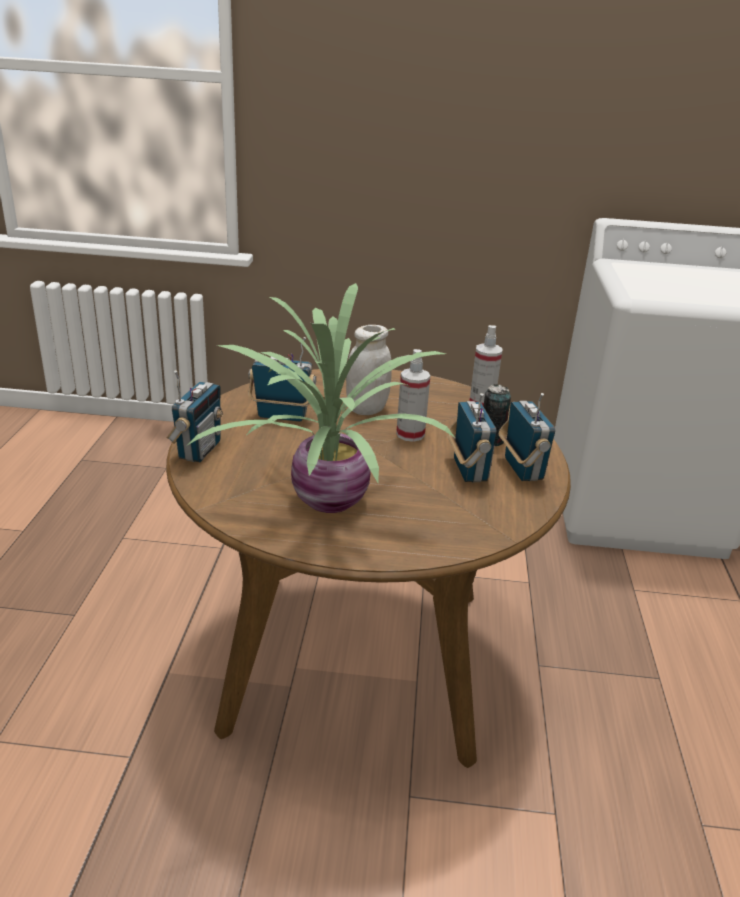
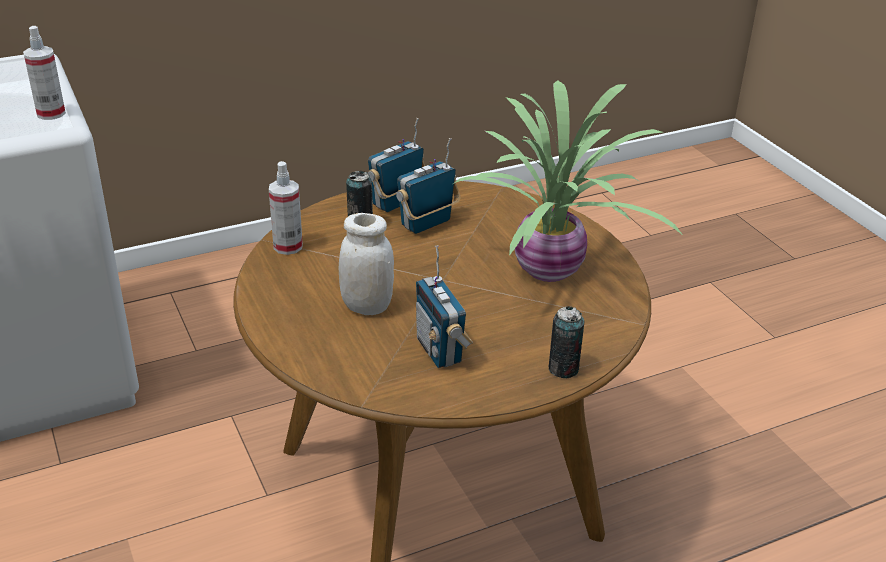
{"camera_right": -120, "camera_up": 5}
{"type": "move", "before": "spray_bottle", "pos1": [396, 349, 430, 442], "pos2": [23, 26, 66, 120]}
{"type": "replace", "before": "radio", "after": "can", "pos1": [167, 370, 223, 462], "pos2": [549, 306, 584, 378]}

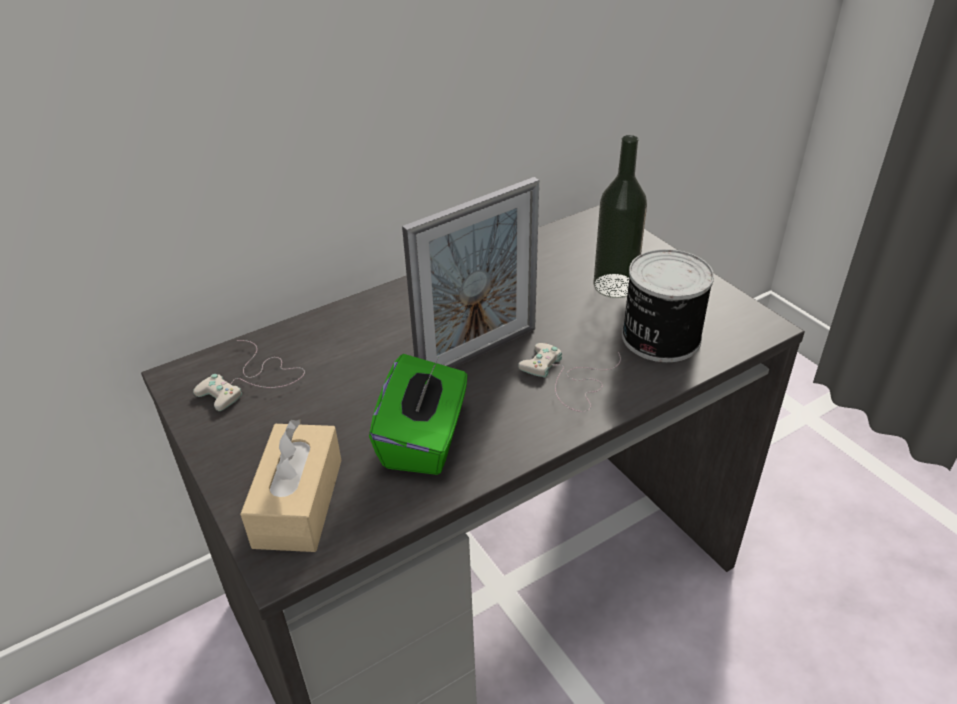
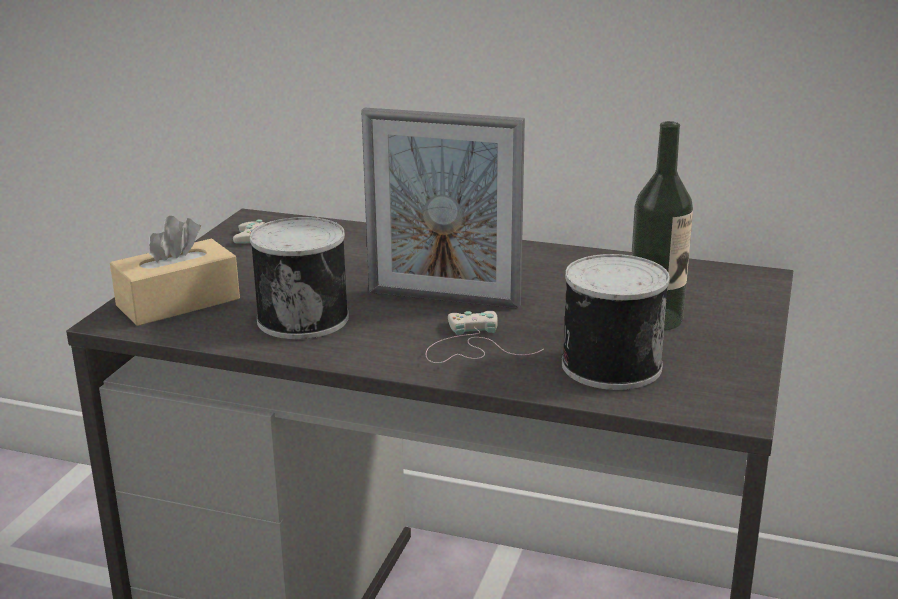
{"camera_right": 50, "camera_up": -15}
{"type": "replace", "before": "green_tissue_box", "after": "can", "pos1": [369, 354, 467, 475], "pos2": [250, 217, 349, 339]}

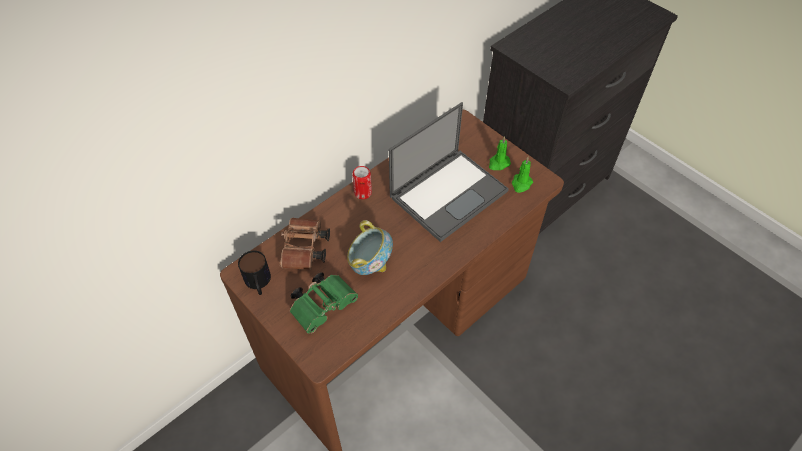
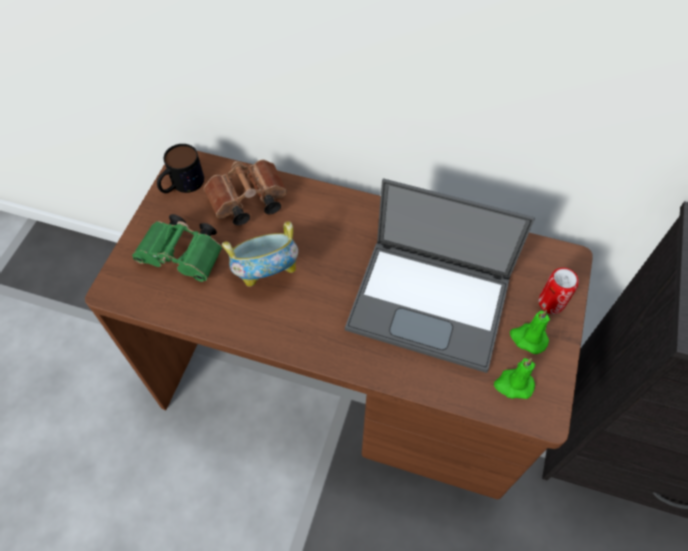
{"camera_right": 60, "camera_up": 5}
{"type": "move", "before": "can", "pos1": [352, 166, 372, 199], "pos2": [539, 268, 579, 314]}

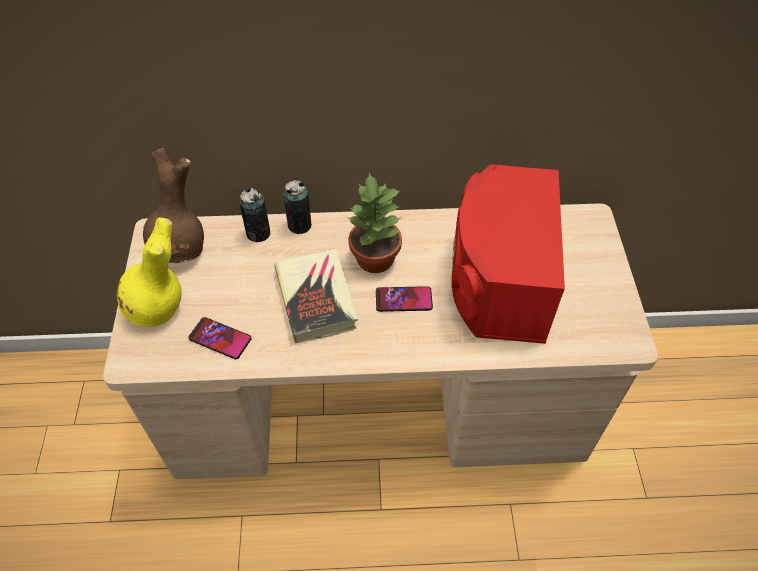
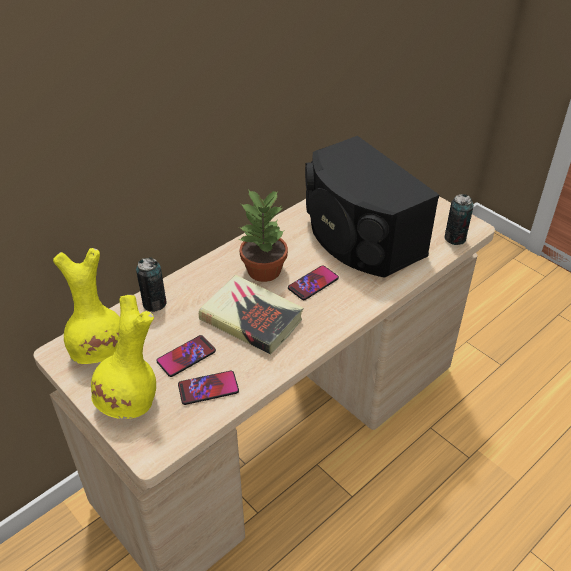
{"camera_right": -40, "camera_up": -10}
{"type": "recolor", "before": "brown_vase", "after": "yellow_vase", "pos1": [143, 148, 204, 263], "pos2": [53, 248, 120, 364]}
{"type": "recolor", "before": "red_speaker", "after": "black_speaker", "pos1": [451, 164, 565, 344], "pos2": [305, 136, 439, 278]}
{"type": "move", "before": "can", "pos1": [283, 180, 311, 234], "pos2": [444, 194, 474, 245]}
{"type": "insert", "after": "phone", "pos2": [156, 335, 216, 377]}

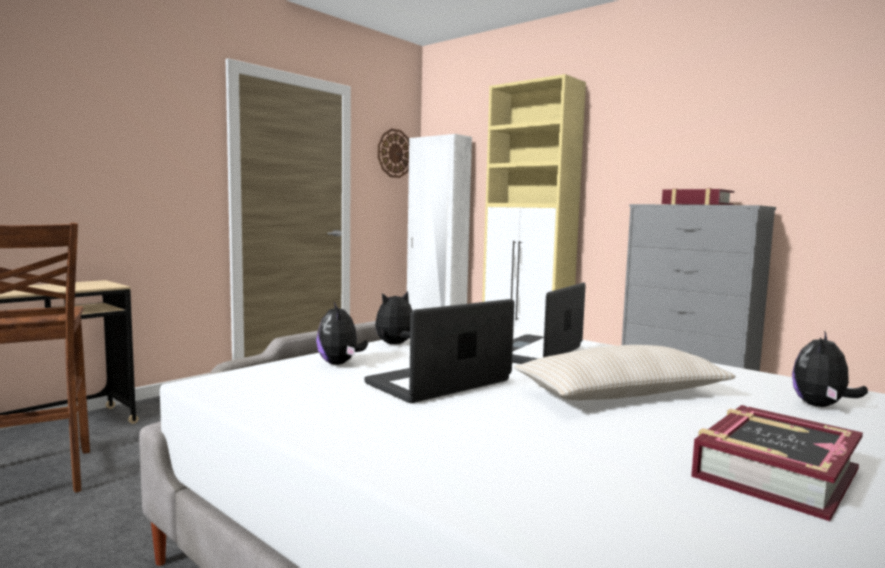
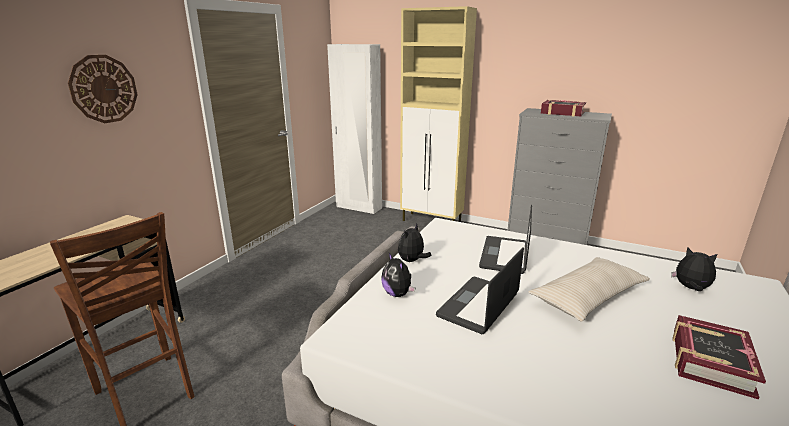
{"camera_right": -15, "camera_up": 15}
{"type": "move", "before": "wall_clock", "pos1": [378, 129, 409, 178], "pos2": [68, 55, 138, 123]}
{"type": "rotate", "before": "plush_toy", "pos1": [792, 331, 868, 407], "pos2": [671, 248, 717, 291], "turn": 105}

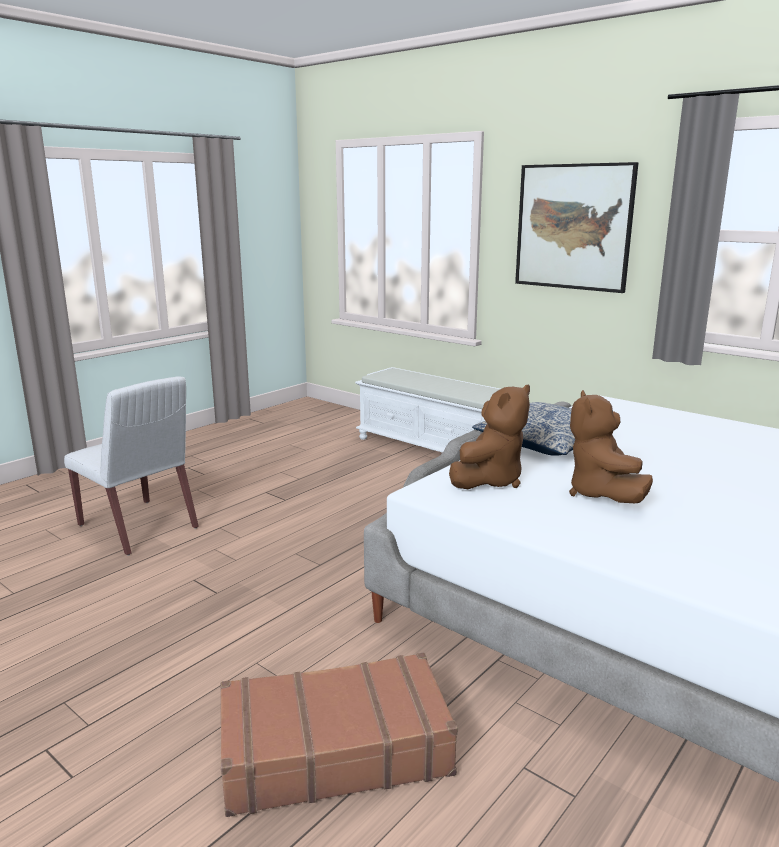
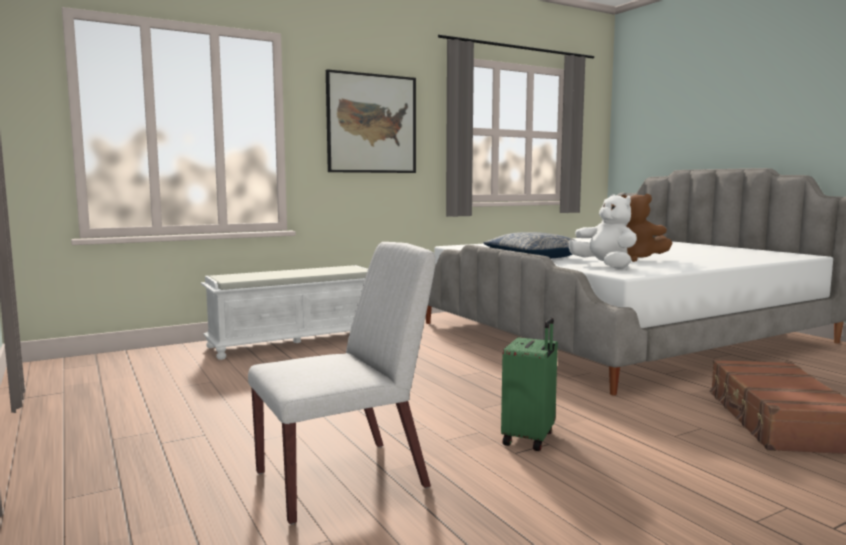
{"camera_right": -70, "camera_up": -10}
{"type": "recolor", "before": "brown_plush_toy", "after": "white_plush_toy", "pos1": [449, 385, 530, 489], "pos2": [569, 194, 637, 269]}
{"type": "insert", "after": "green_suitcase", "pos2": [501, 318, 558, 451]}

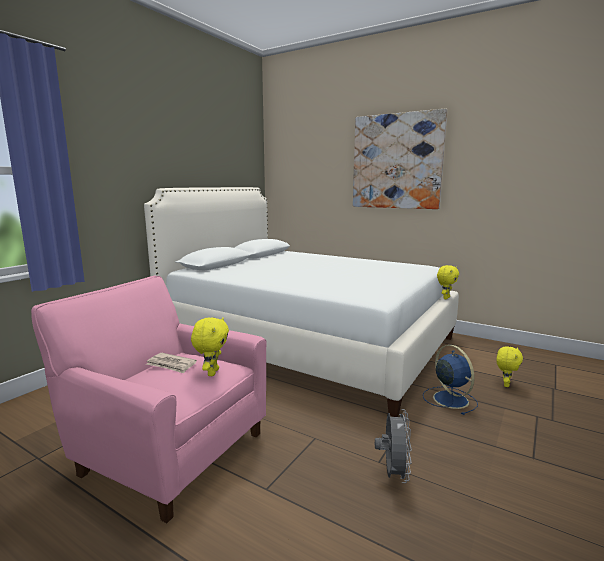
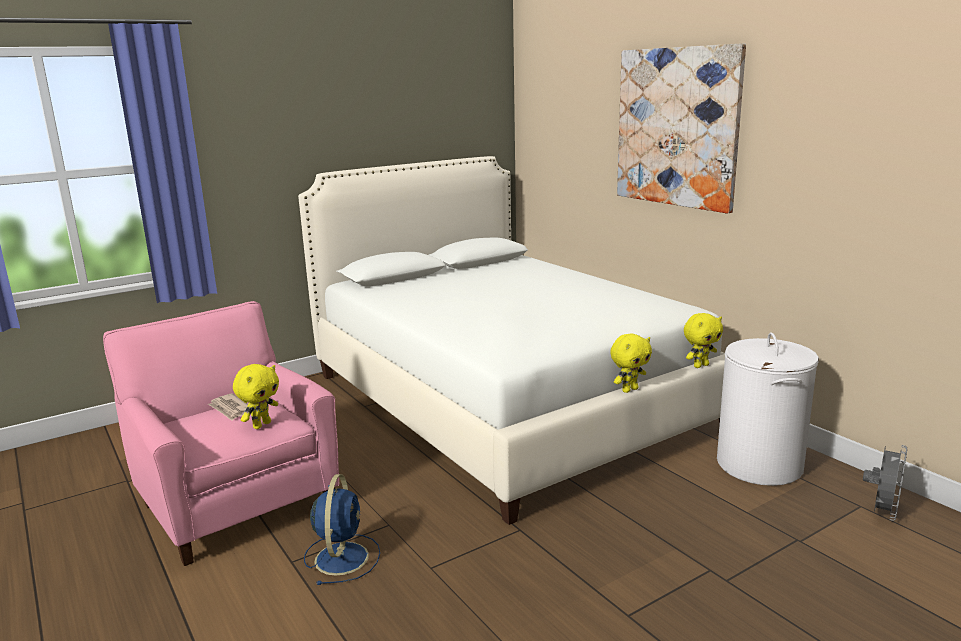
{"camera_right": 25, "camera_up": 5}
{"type": "move", "before": "blue_fan", "pos1": [423, 345, 478, 415], "pos2": [304, 474, 380, 585]}
{"type": "move", "before": "yellow_plush_toy", "pos1": [496, 346, 523, 387], "pos2": [610, 333, 652, 393]}
{"type": "move", "before": "grey_fan", "pos1": [375, 409, 412, 483], "pos2": [863, 445, 907, 521]}
{"type": "insert", "after": "white_laundry_basket", "pos2": [717, 332, 819, 486]}

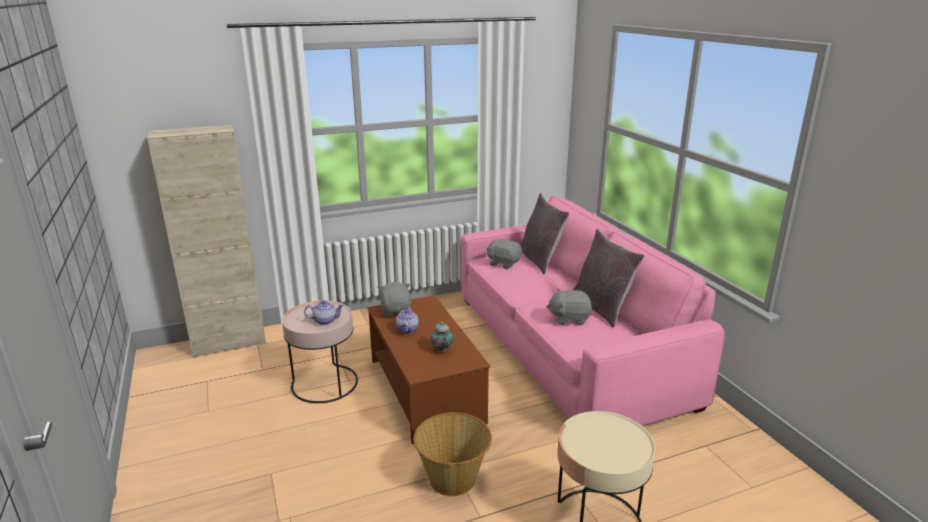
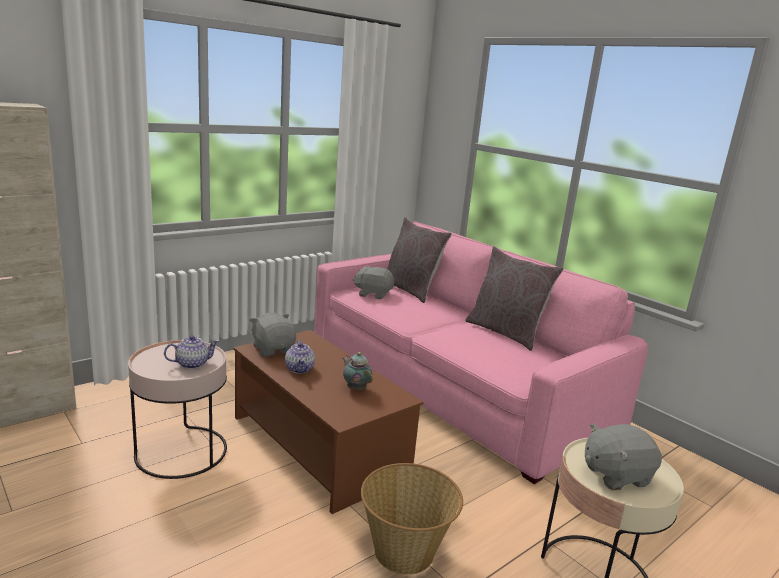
{"camera_right": -20, "camera_up": -5}
{"type": "move", "before": "grey_plush_toy", "pos1": [546, 289, 592, 325], "pos2": [585, 424, 662, 490]}

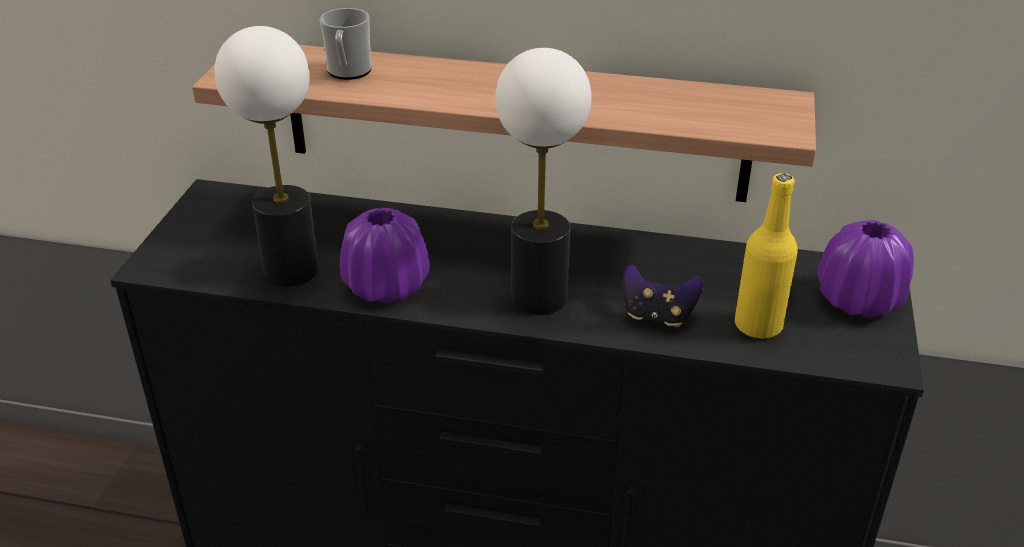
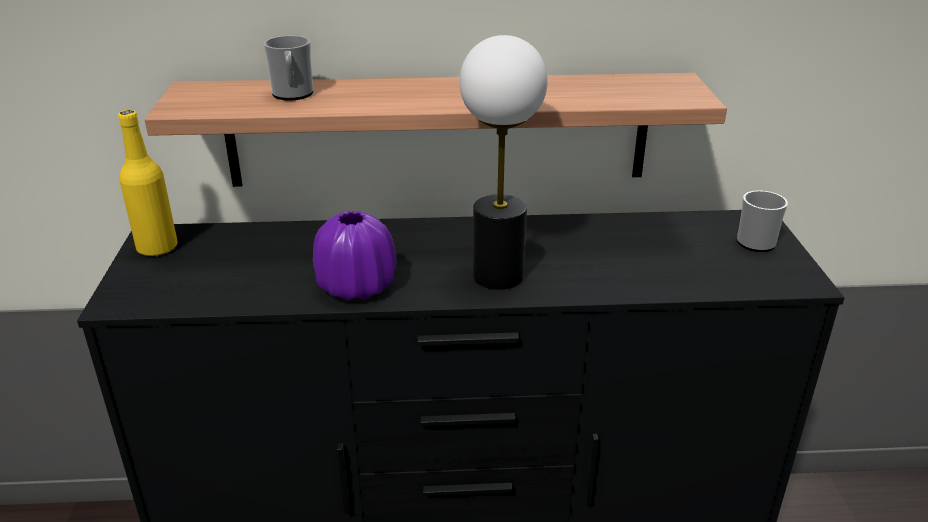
{"camera_right": -15, "camera_up": -5}
{"type": "delete", "before": "table_lamp", "pos1": [214, 26, 319, 286]}
{"type": "move", "before": "yellow_bottle", "pos1": [735, 173, 798, 339], "pos2": [118, 110, 178, 256]}
{"type": "replace", "before": "purple_vase", "after": "mug", "pos1": [818, 220, 914, 318], "pos2": [737, 190, 788, 252]}
{"type": "delete", "before": "game_controller", "pos1": [623, 265, 703, 327]}

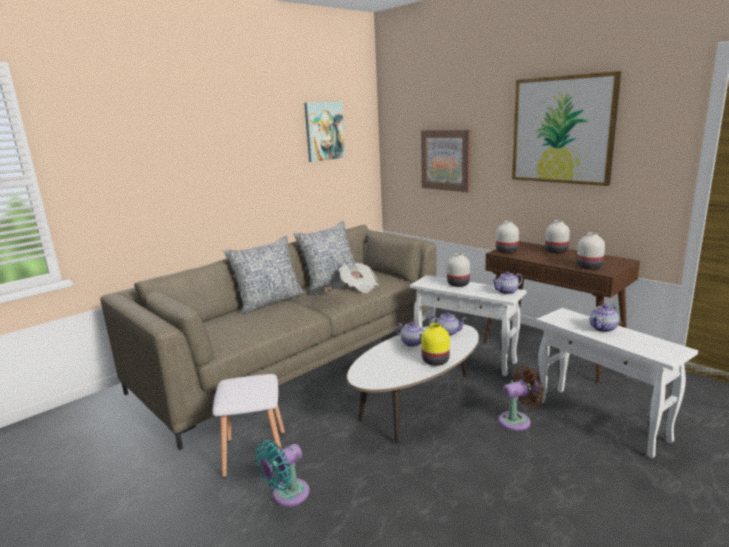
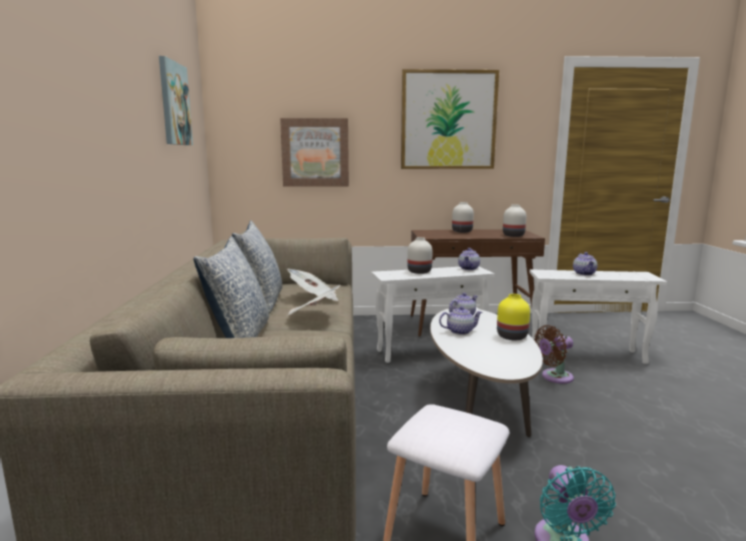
{"camera_right": -50, "camera_up": -5}
{"type": "delete", "before": "white_vase", "pos1": [496, 221, 519, 254]}
{"type": "rotate", "before": "brown_fan", "pos1": [499, 366, 544, 431], "pos2": [534, 325, 574, 384], "turn": -135}

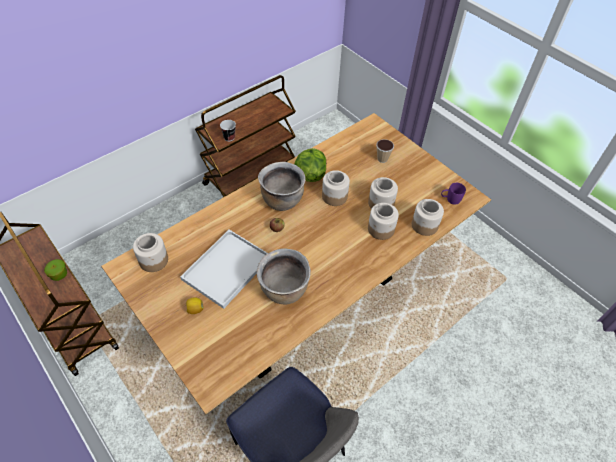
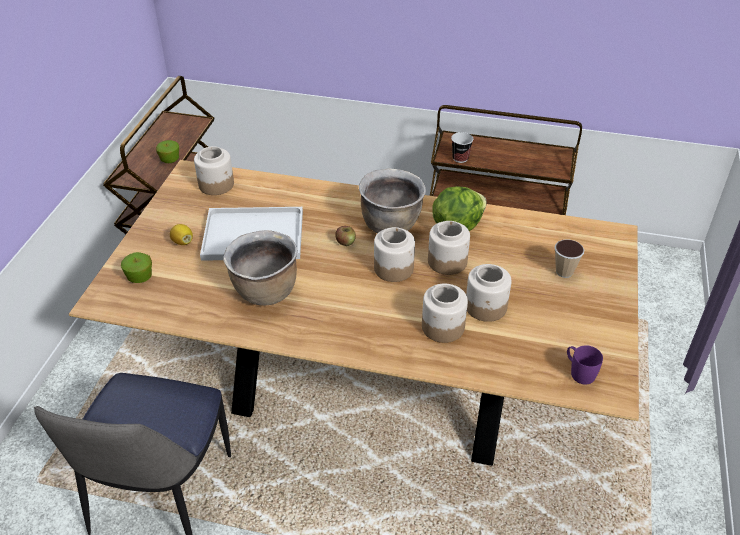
{"camera_right": 55, "camera_up": -10}
{"type": "move", "before": "jar", "pos1": [412, 199, 444, 236], "pos2": [374, 227, 415, 282]}
{"type": "insert", "after": "apple", "pos2": [121, 252, 152, 283]}

